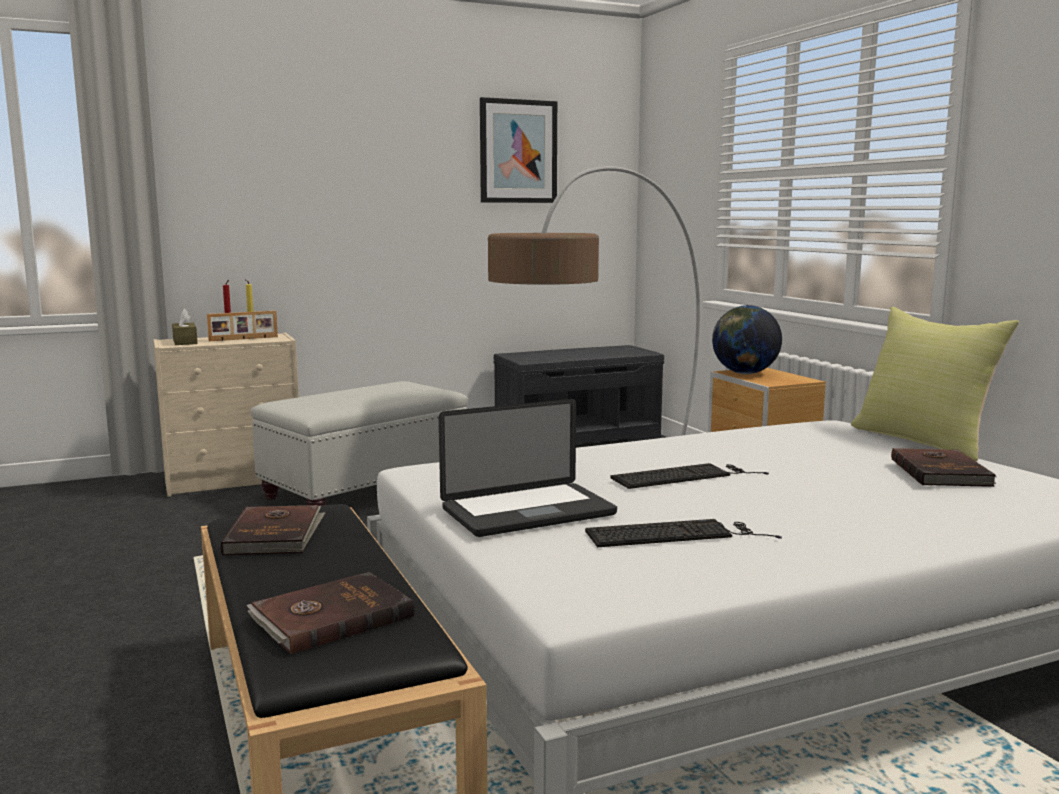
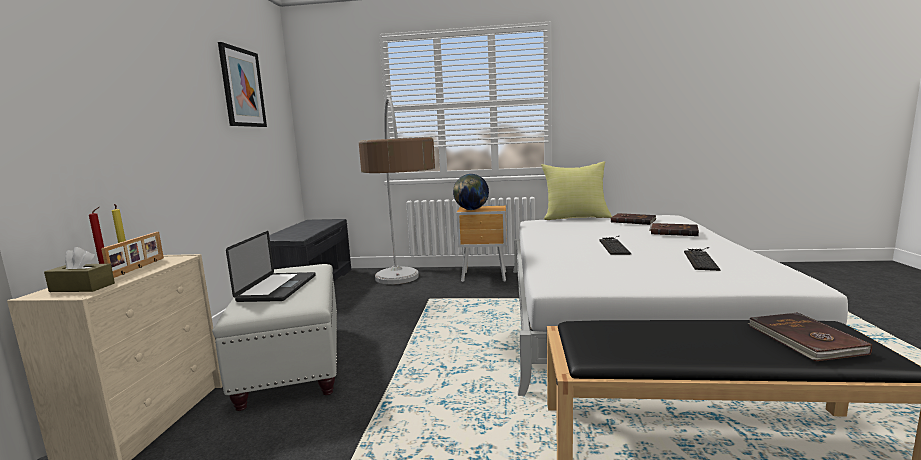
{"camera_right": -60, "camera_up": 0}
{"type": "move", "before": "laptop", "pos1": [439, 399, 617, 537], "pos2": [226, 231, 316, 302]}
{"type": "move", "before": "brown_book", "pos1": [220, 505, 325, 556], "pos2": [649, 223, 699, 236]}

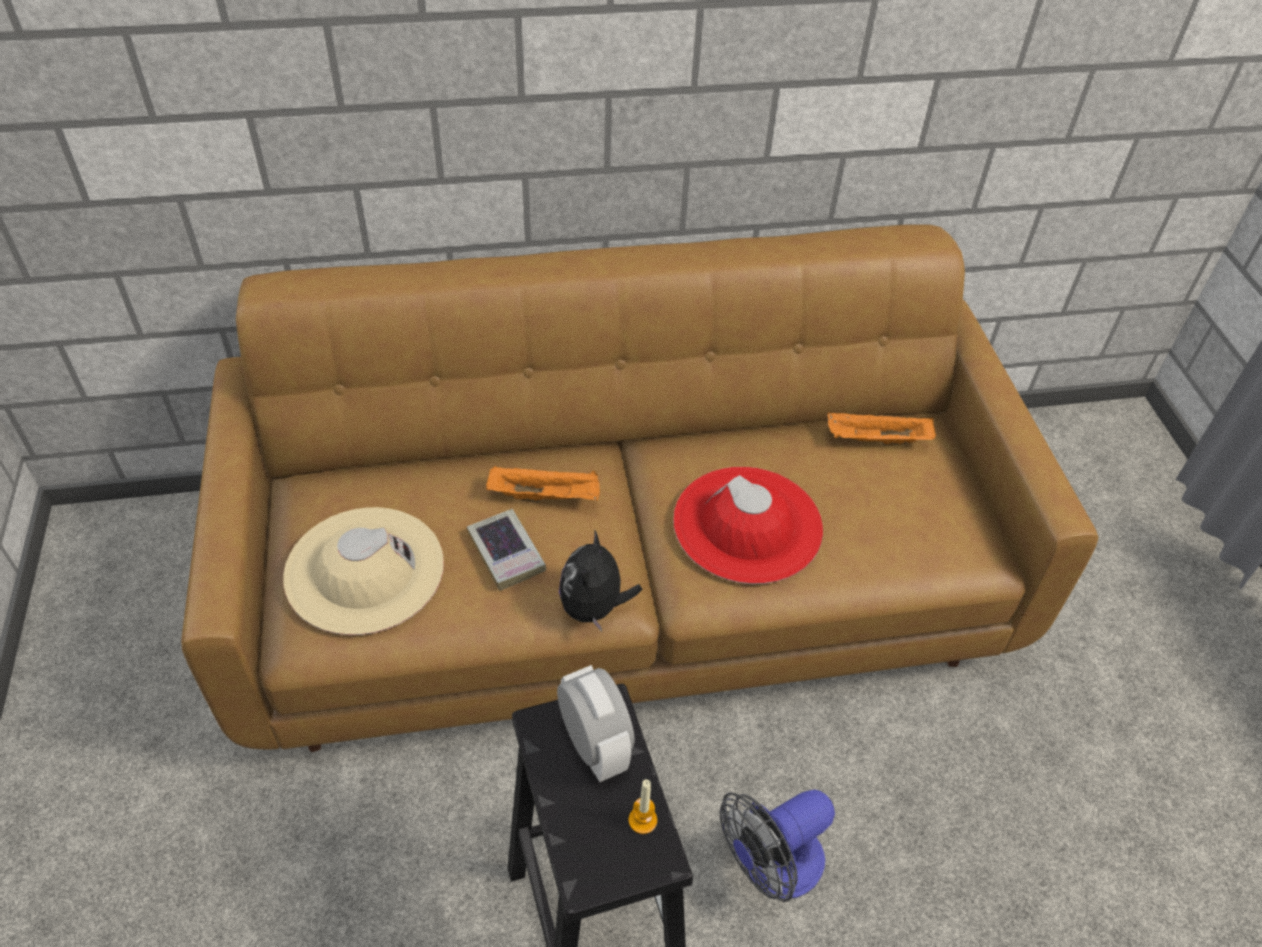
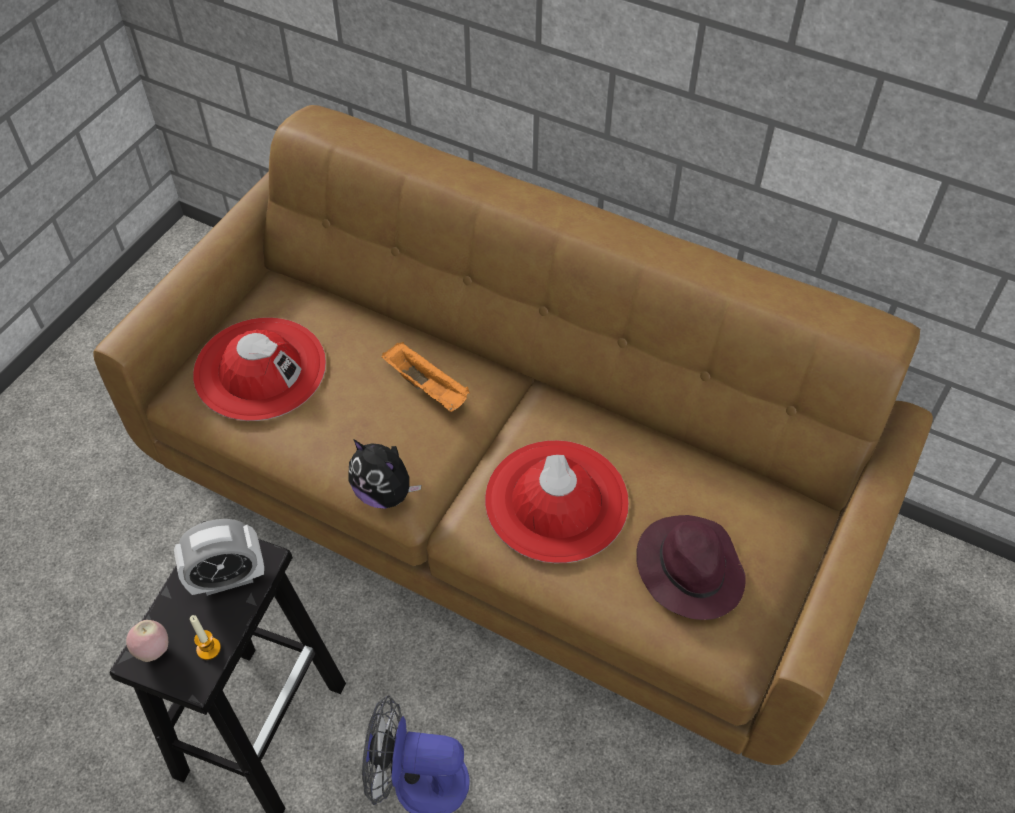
{"camera_right": 40, "camera_up": 5}
{"type": "delete", "before": "orange_tray", "pos1": [827, 413, 936, 446]}
{"type": "recolor", "before": "beige_hat", "after": "red_hat", "pos1": [283, 507, 444, 635], "pos2": [193, 317, 326, 421]}
{"type": "delete", "before": "book", "pos1": [467, 509, 546, 591]}
{"type": "rotate", "before": "plush_toy", "pos1": [559, 531, 642, 632], "pos2": [348, 439, 421, 509], "turn": -105}
{"type": "rotate", "before": "alarm_clock", "pos1": [557, 665, 635, 782], "pos2": [174, 519, 264, 596], "turn": 60}
{"type": "insert", "after": "purple_hat", "pos2": [636, 515, 745, 620]}
{"type": "insert", "after": "apple", "pos2": [126, 620, 168, 662]}

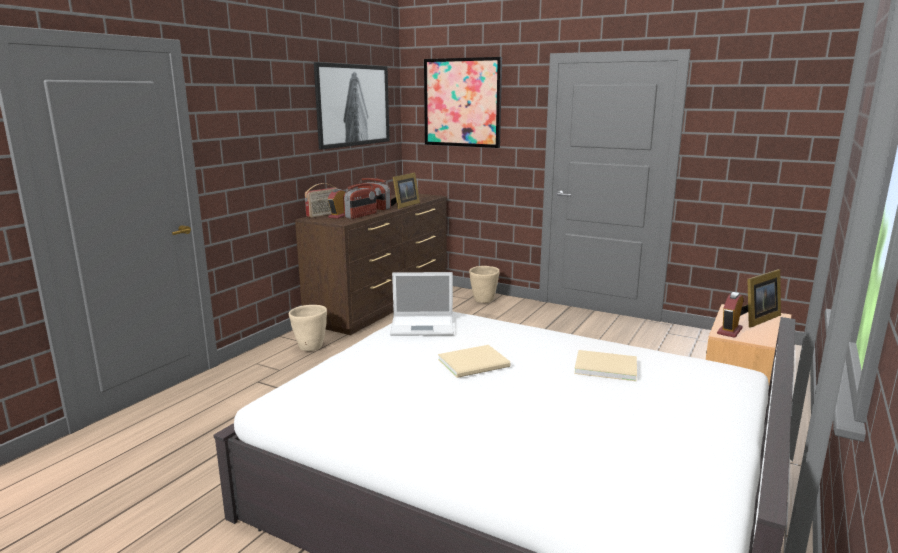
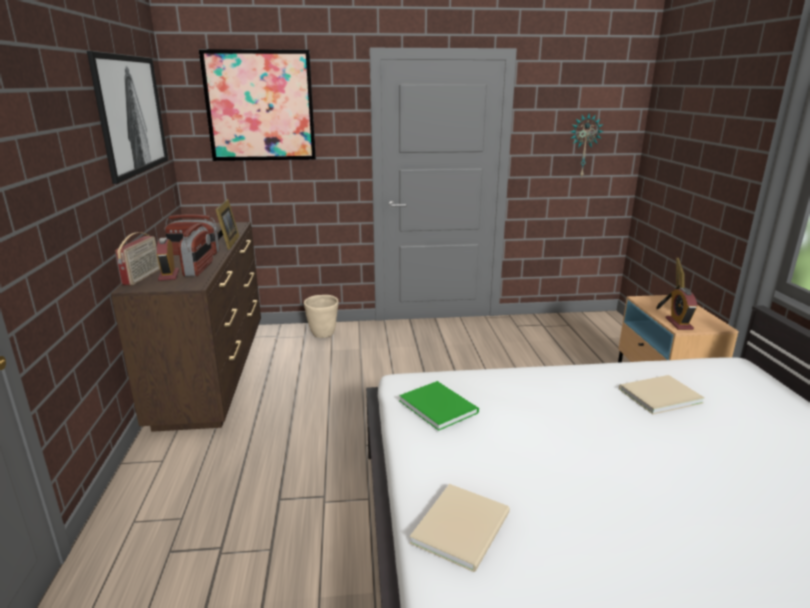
{"camera_right": -35, "camera_up": 5}
{"type": "replace", "before": "laptop", "after": "green_book", "pos1": [390, 272, 454, 336], "pos2": [399, 381, 479, 431]}
{"type": "delete", "before": "beige_planter", "pos1": [289, 305, 327, 351]}
{"type": "move", "before": "beige_book", "pos1": [438, 345, 511, 378], "pos2": [410, 484, 510, 572]}
{"type": "insert", "after": "wall_clock", "pos2": [570, 114, 604, 178]}

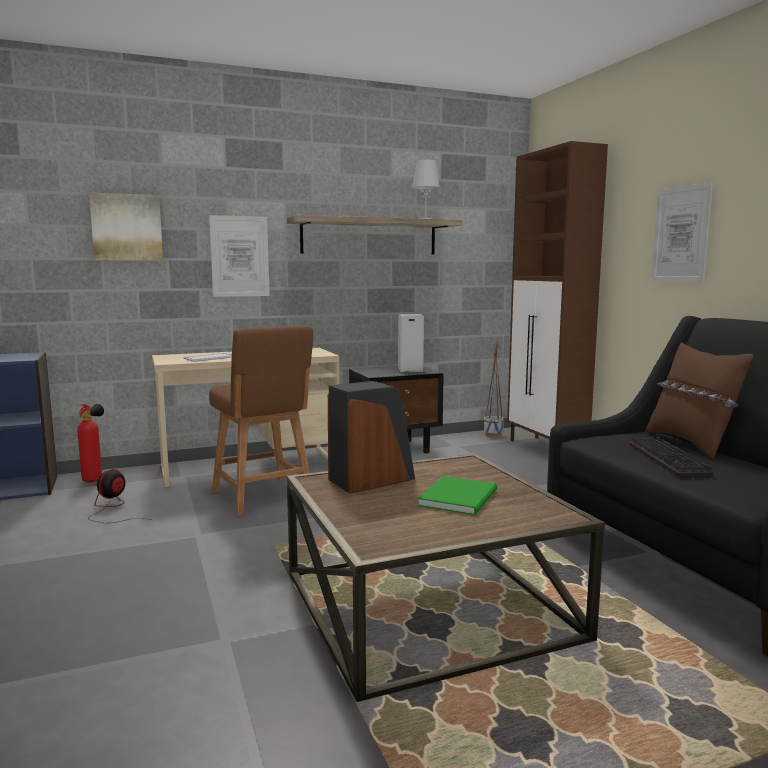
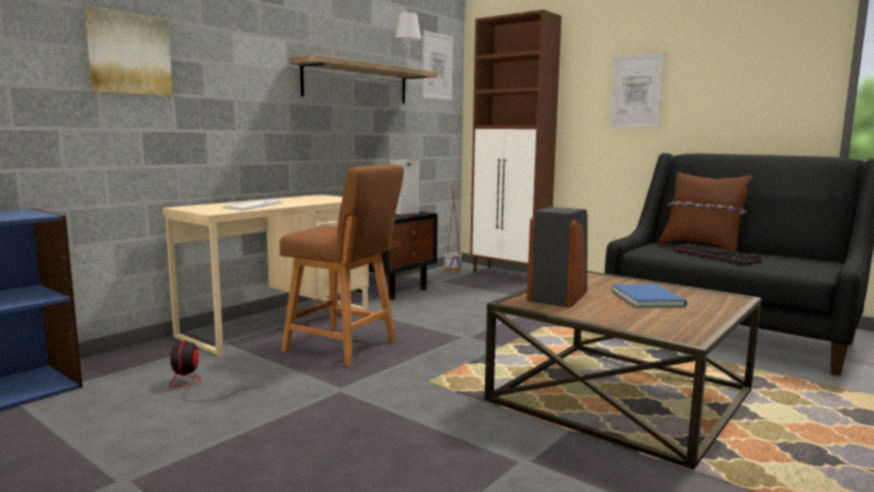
{"camera_right": -30, "camera_up": 0}
{"type": "move", "before": "picture", "pos1": [209, 215, 270, 297], "pos2": [423, 30, 453, 100]}
{"type": "delete", "before": "fire_extinguisher", "pos1": [77, 404, 104, 482]}
{"type": "recolor", "before": "green_book", "after": "blue_book", "pos1": [418, 476, 497, 515], "pos2": [612, 284, 687, 307]}

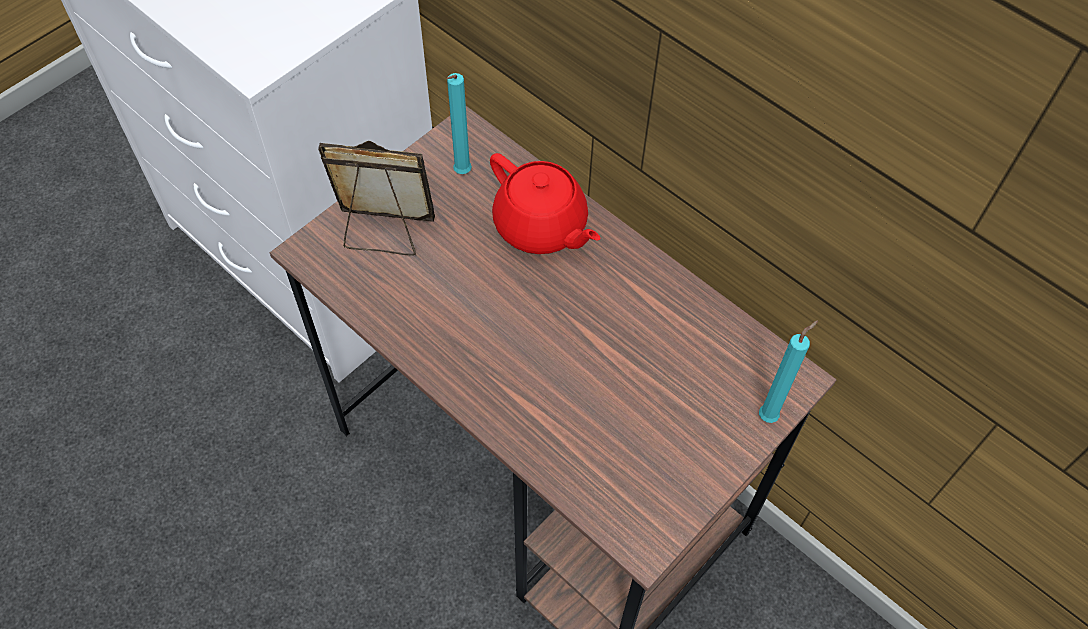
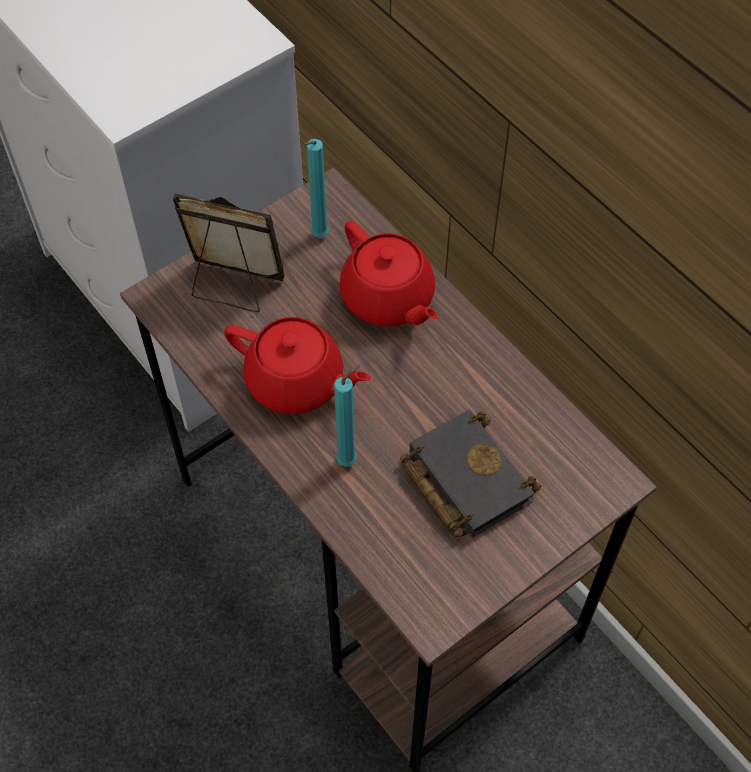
{"camera_right": 10, "camera_up": 0}
{"type": "move", "before": "turquoise_candle", "pos1": [759, 320, 818, 423], "pos2": [334, 365, 359, 467]}
{"type": "insert", "after": "red_teapot", "pos2": [224, 317, 371, 414]}
{"type": "insert", "after": "black_book", "pos2": [400, 410, 541, 538]}

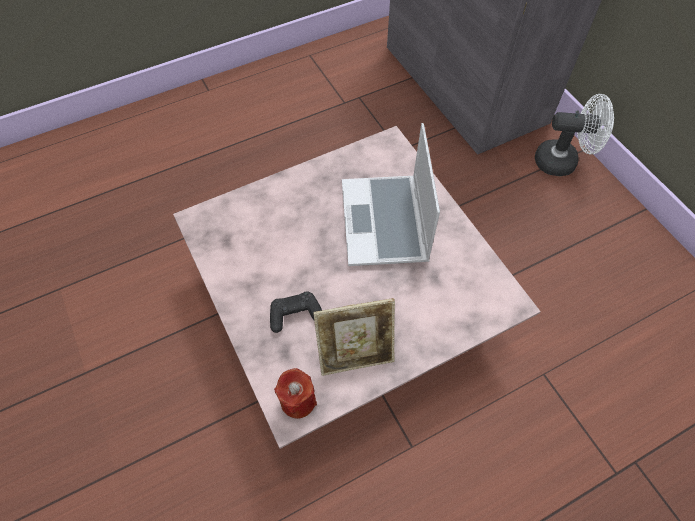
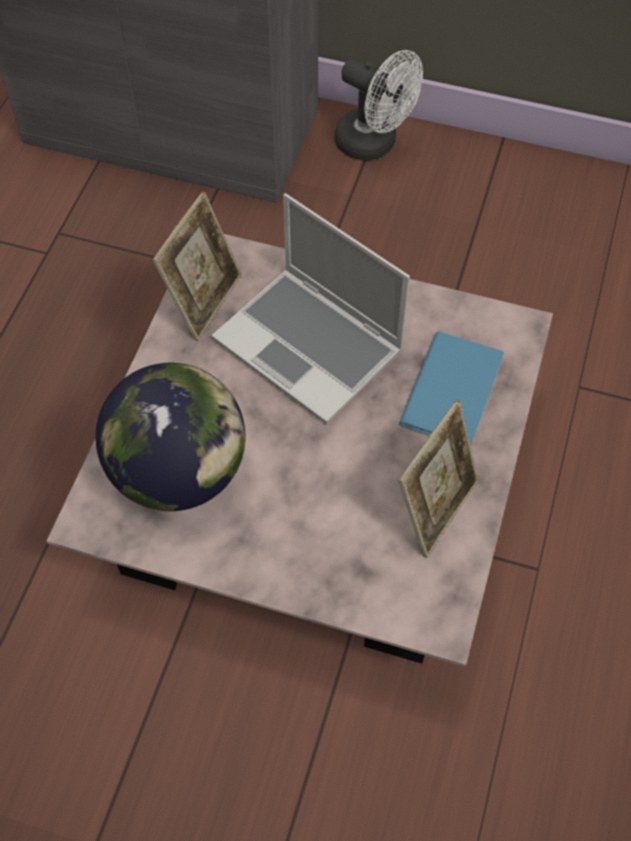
{"camera_right": -45, "camera_up": 0}
{"type": "rotate", "before": "white_fan", "pos1": [535, 94, 614, 176], "pos2": [335, 50, 423, 161], "turn": 75}
{"type": "delete", "before": "black_game_controller", "pos1": [270, 291, 322, 333]}
{"type": "delete", "before": "red_candle", "pos1": [274, 368, 317, 419]}
{"type": "insert", "after": "picture_frame", "pos2": [153, 192, 242, 341]}
{"type": "insert", "after": "blue_book", "pos2": [399, 332, 504, 445]}
{"type": "insert", "after": "globe", "pos2": [95, 363, 245, 511]}

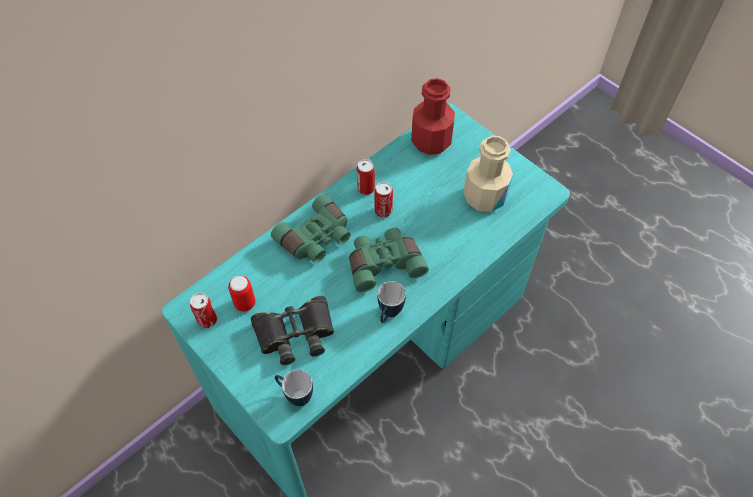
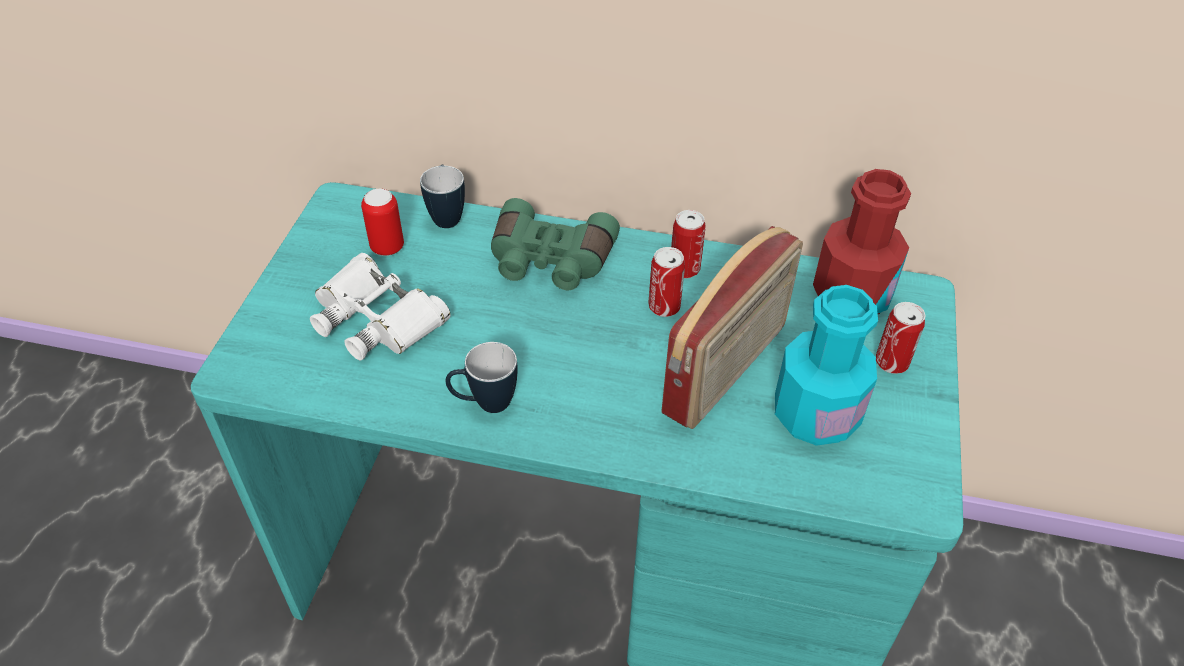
{"camera_right": 55, "camera_up": -10}
{"type": "recolor", "before": "beige_bottle", "after": "turquoise_bottle", "pos1": [463, 136, 513, 212], "pos2": [775, 285, 878, 446]}
{"type": "delete", "before": "green_binoculars", "pos1": [349, 228, 429, 292]}
{"type": "move", "before": "can", "pos1": [190, 293, 217, 328], "pos2": [876, 302, 925, 374]}
{"type": "recolor", "before": "black_binoculars", "after": "white_binoculars", "pos1": [251, 296, 334, 365], "pos2": [310, 253, 450, 361]}
{"type": "move", "before": "mug", "pos1": [275, 370, 313, 406], "pos2": [420, 164, 465, 228]}
{"type": "insert", "after": "radio", "pos2": [661, 226, 803, 429]}

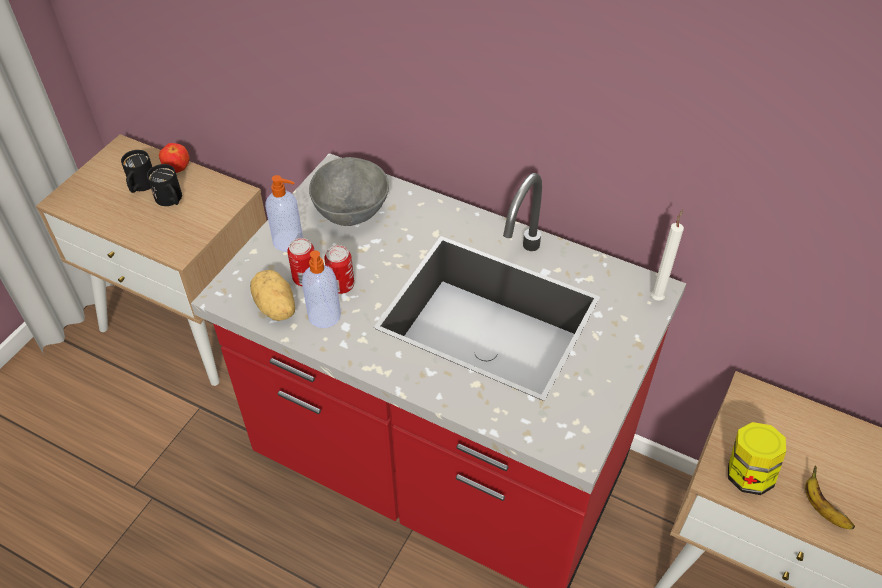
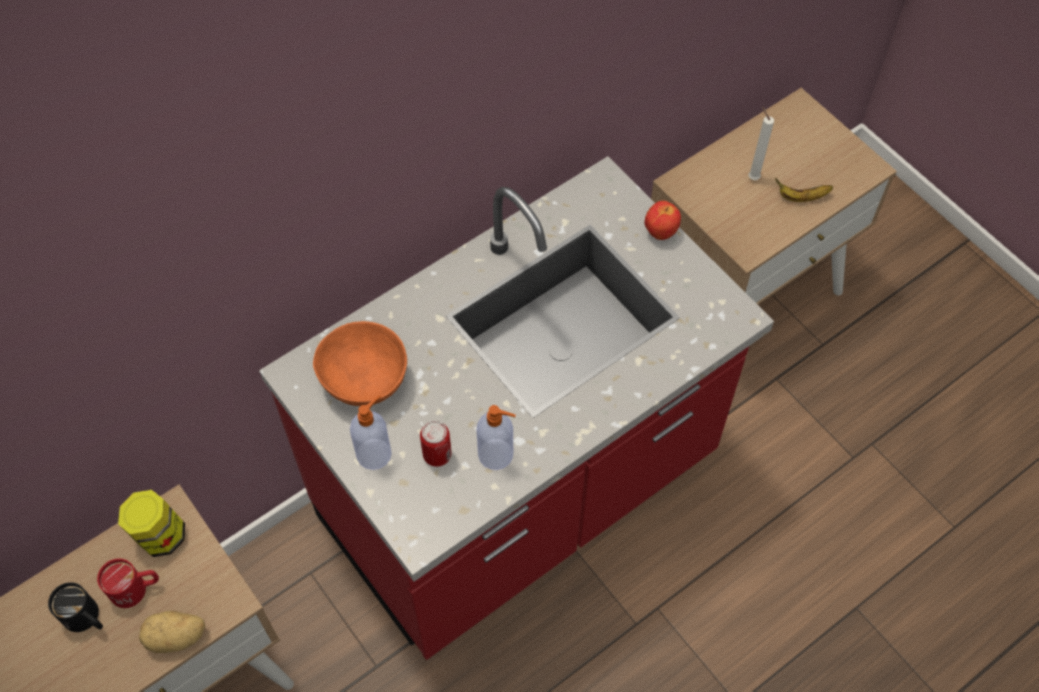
{"camera_right": -65, "camera_up": 10}
{"type": "move", "before": "apple", "pos1": [159, 143, 189, 173], "pos2": [644, 201, 681, 240]}
{"type": "recolor", "before": "grey_bowl", "after": "orange_bowl", "pos1": [309, 157, 389, 226], "pos2": [313, 321, 407, 406]}
{"type": "recolor", "before": "black_mug", "after": "red_mug", "pos1": [147, 164, 182, 206], "pos2": [97, 559, 159, 608]}
{"type": "move", "before": "white_candle", "pos1": [651, 209, 684, 301], "pos2": [748, 107, 774, 180]}
{"type": "delete", "before": "can", "pos1": [324, 245, 354, 294]}
{"type": "move", "before": "potato", "pos1": [250, 270, 295, 321], "pos2": [139, 611, 205, 653]}
{"type": "move", "before": "jar", "pos1": [728, 422, 786, 495], "pos2": [118, 490, 185, 557]}

